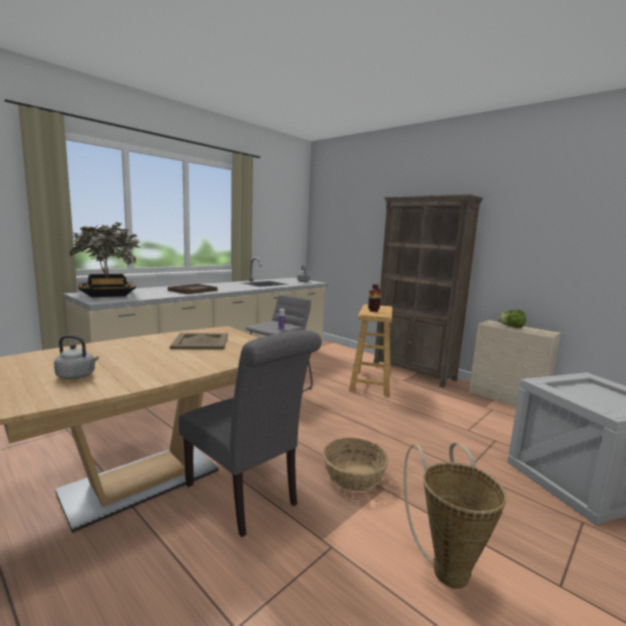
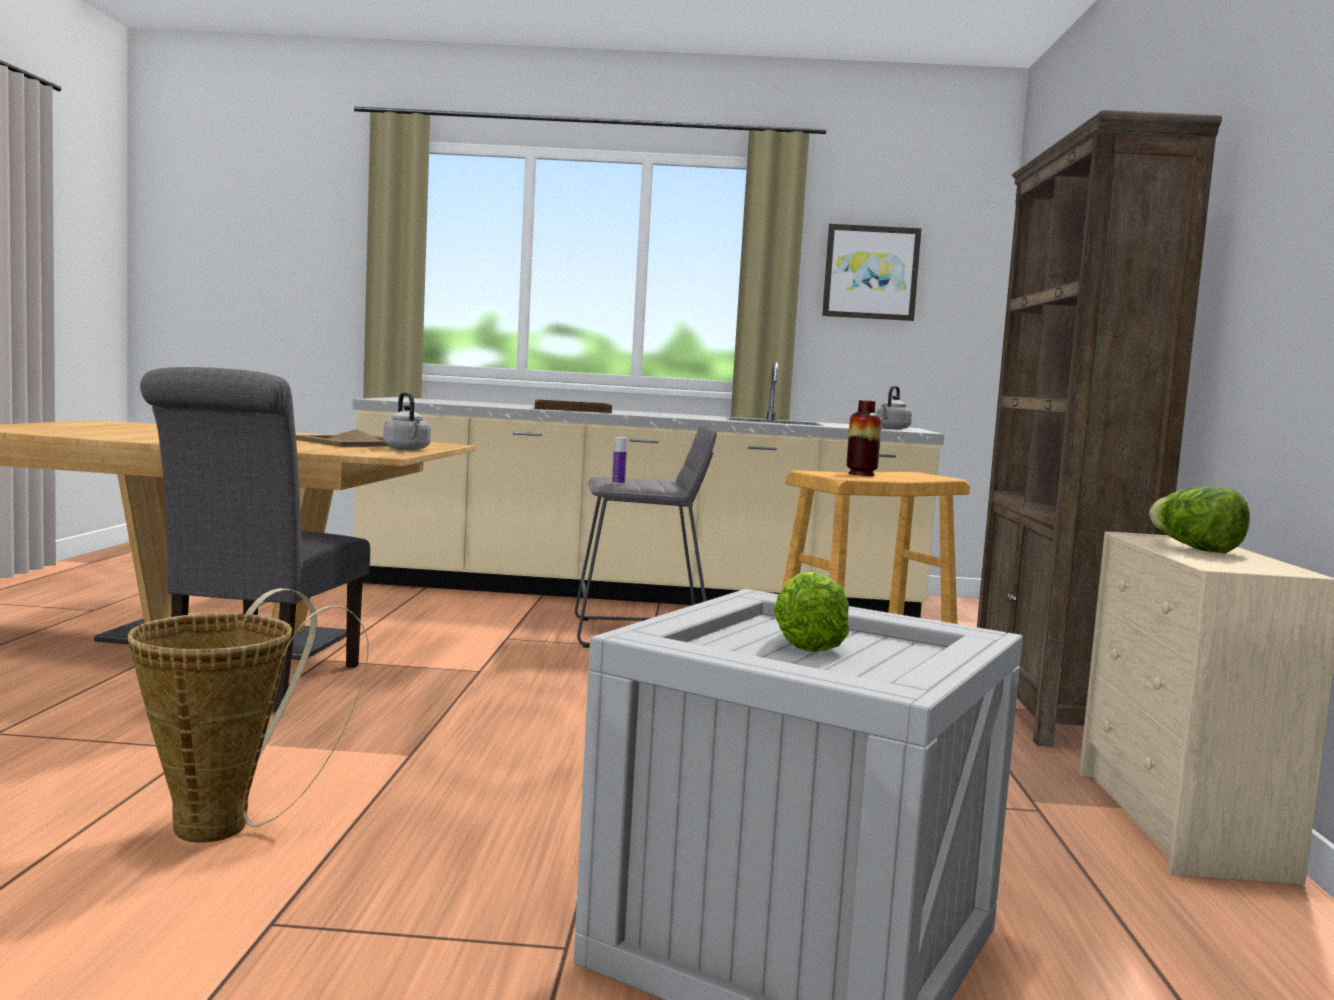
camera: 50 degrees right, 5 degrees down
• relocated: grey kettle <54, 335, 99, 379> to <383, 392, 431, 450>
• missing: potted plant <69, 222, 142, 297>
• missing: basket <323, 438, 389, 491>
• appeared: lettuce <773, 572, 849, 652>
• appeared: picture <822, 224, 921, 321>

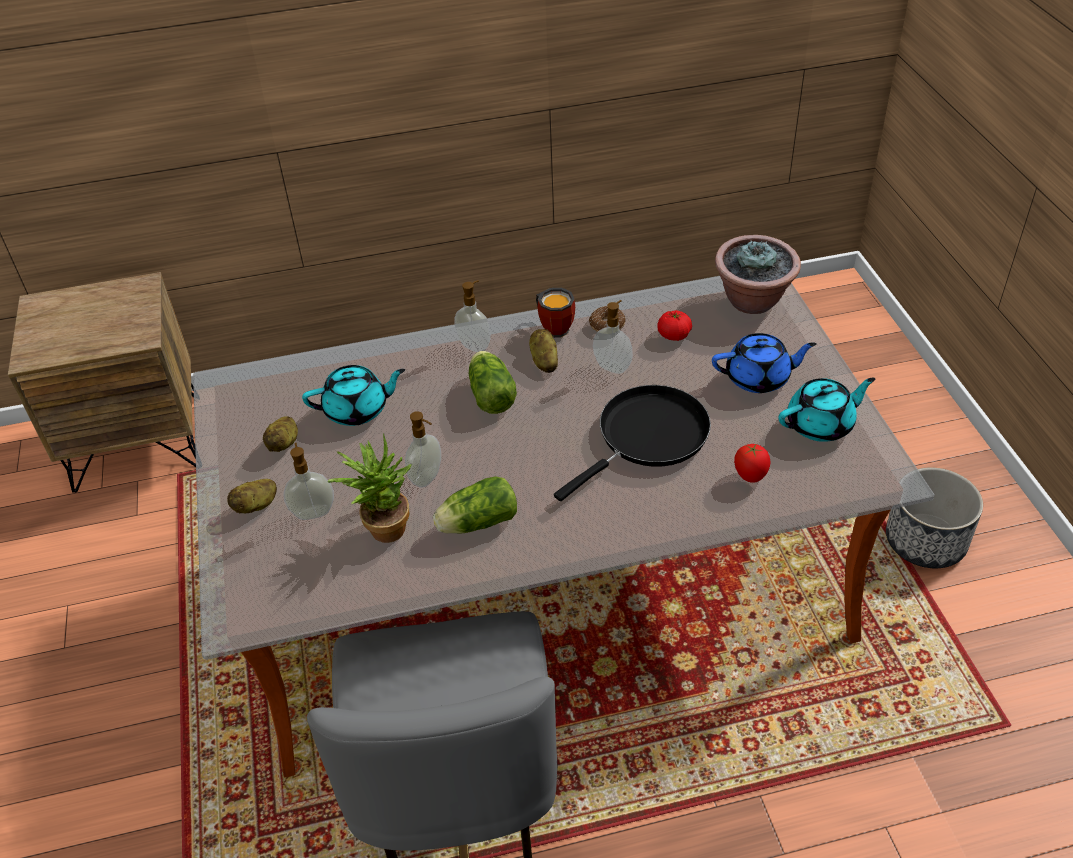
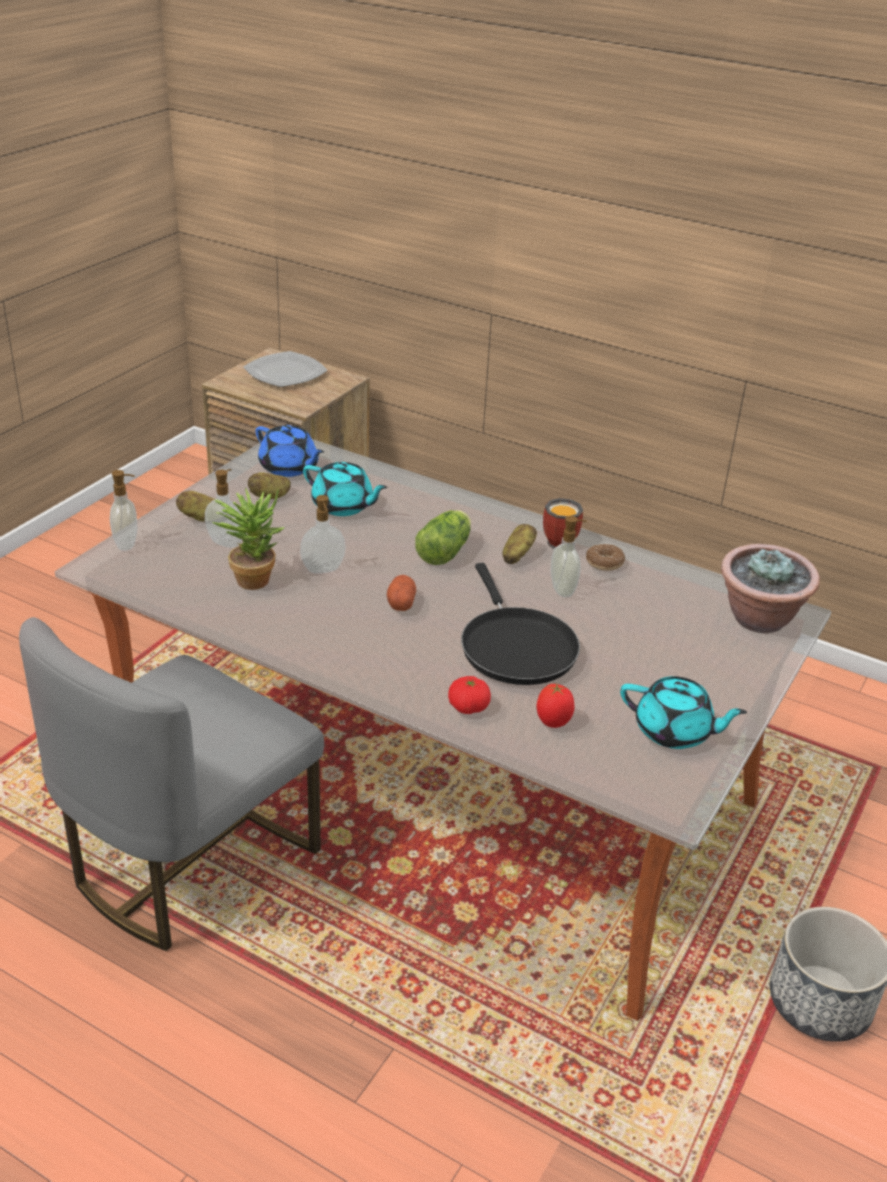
camera: 40 degrees right, 10 degrees down
• missing: lettuce <433, 477, 517, 534>
• relocated: soap dispenser <454, 280, 491, 352> to <110, 470, 137, 551>
• spun: black frying pan <554, 385, 711, 501> = <461, 563, 580, 685> 75 degrees clockwise
• relocated: tomato <657, 310, 692, 341> to <448, 676, 491, 714>
• relocated: blue teapot <712, 333, 817, 393> to <256, 425, 324, 477>
• appeared: plate <243, 351, 328, 387>
• appeared: potato <387, 575, 416, 611>

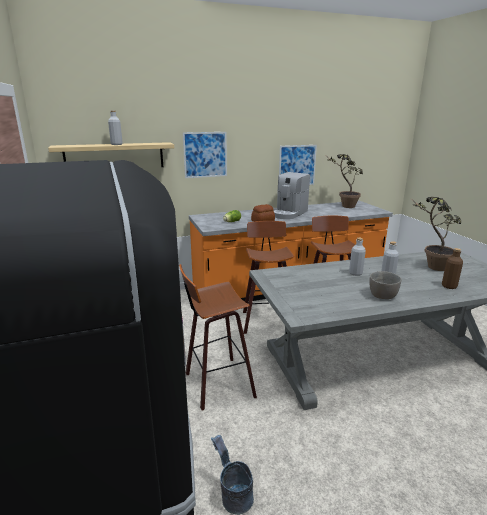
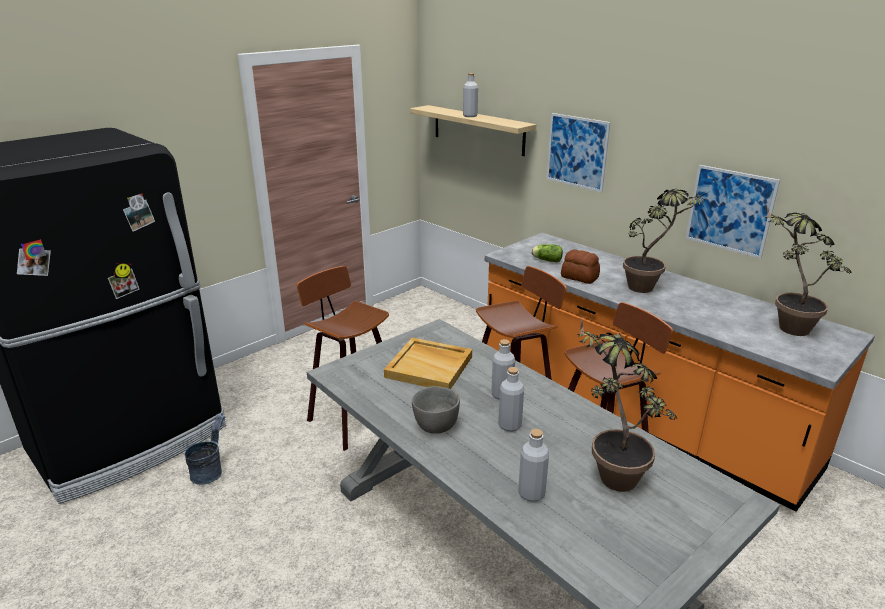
camera: 65 degrees right, 5 degrees up
• exchanged: coffee machine <273, 172, 310, 219> to potted plant <623, 189, 707, 293>
• colour: brown bottle <442, 248, 463, 289> to grey bottle <518, 429, 549, 502>
• appeared: beige tray <384, 338, 472, 389>

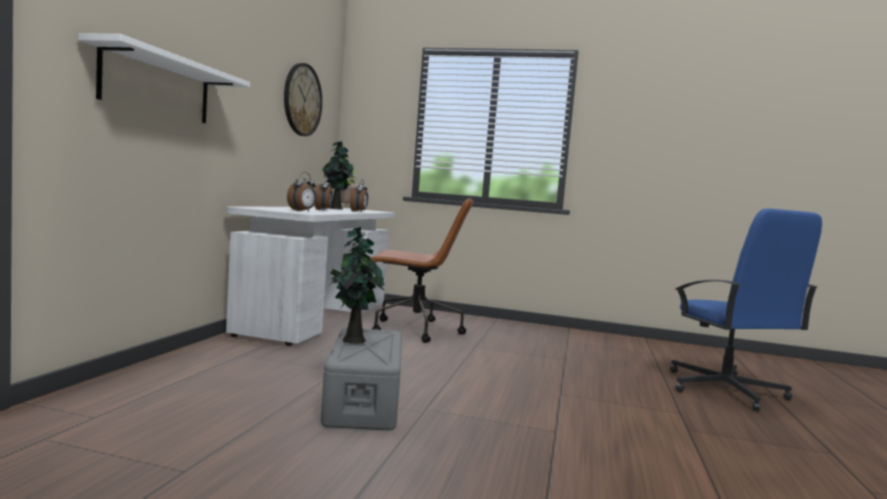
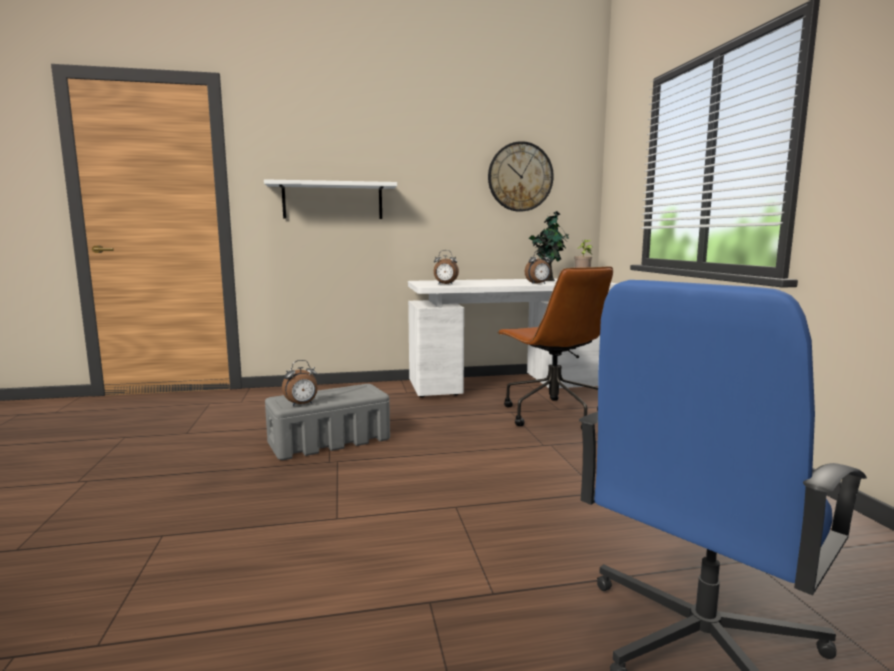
camera: 65 degrees right, 5 degrees up
• relocated: alarm clock <315, 175, 332, 210> to <282, 360, 317, 406>
• missing: potted plant <330, 227, 385, 344>

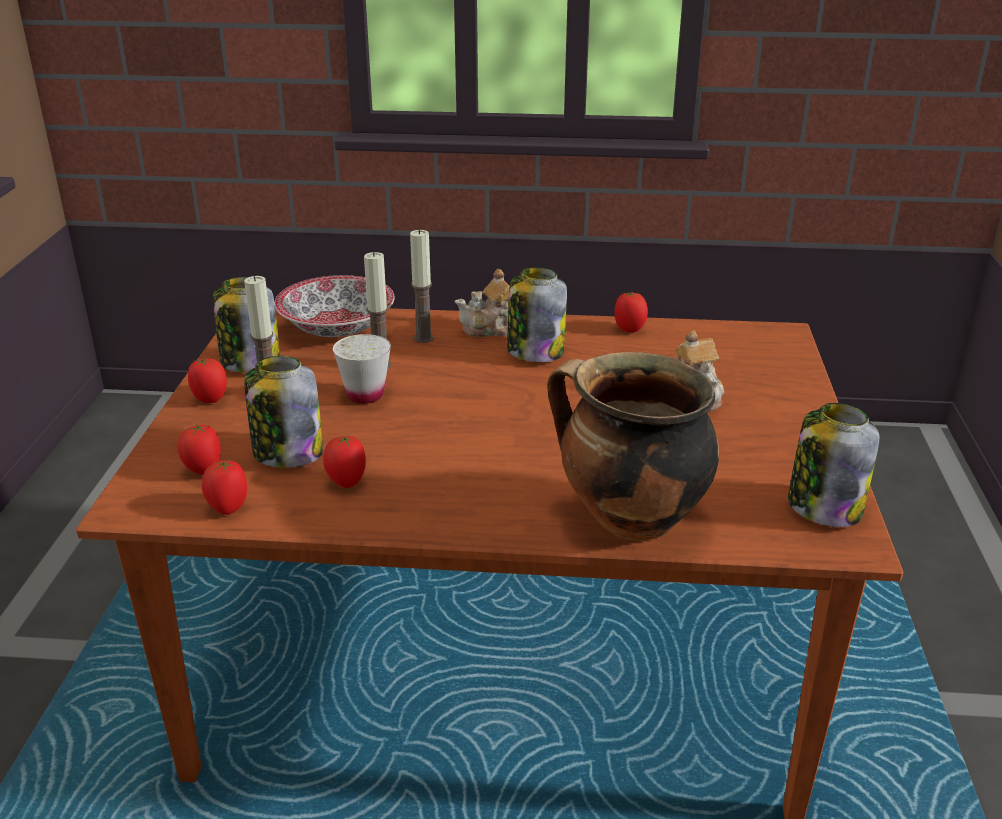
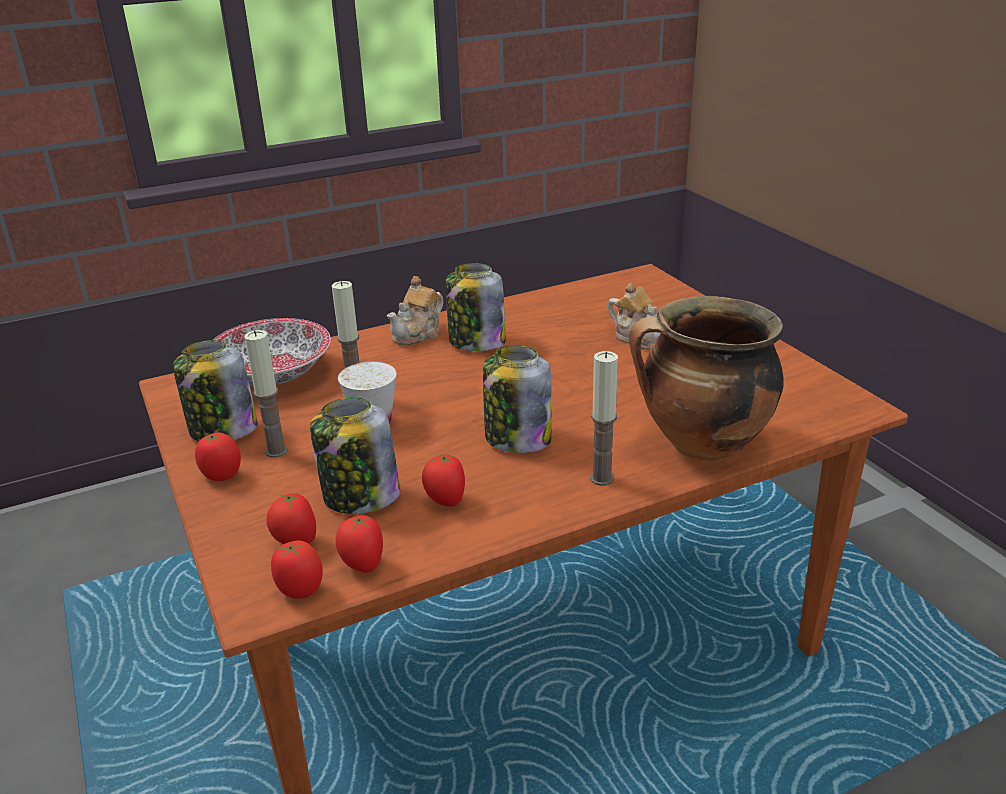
camera: 30 degrees left, 0 degrees up
• relocated: candle <410, 229, 433, 343> to <590, 351, 618, 486>
• relocated: tomato <614, 292, 648, 333> to <271, 540, 323, 599>
• relocated: jar <788, 403, 880, 527> to <483, 345, 552, 453>

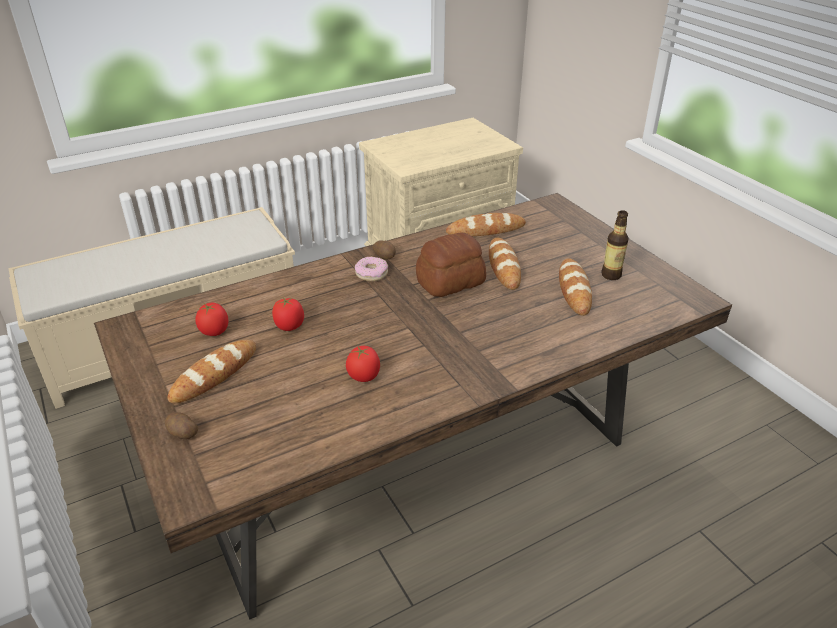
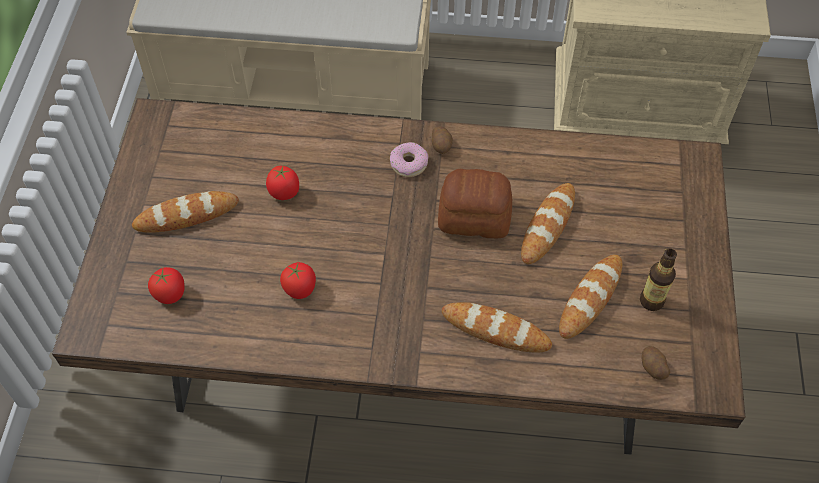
camera: 35 degrees right, 20 degrees up
• relocated: potato <165, 412, 198, 439> to <642, 346, 670, 380>
• relocated: tomato <195, 303, 228, 336> to <148, 267, 185, 304>
• relocated: bread <446, 213, 526, 236> to <442, 302, 552, 353>

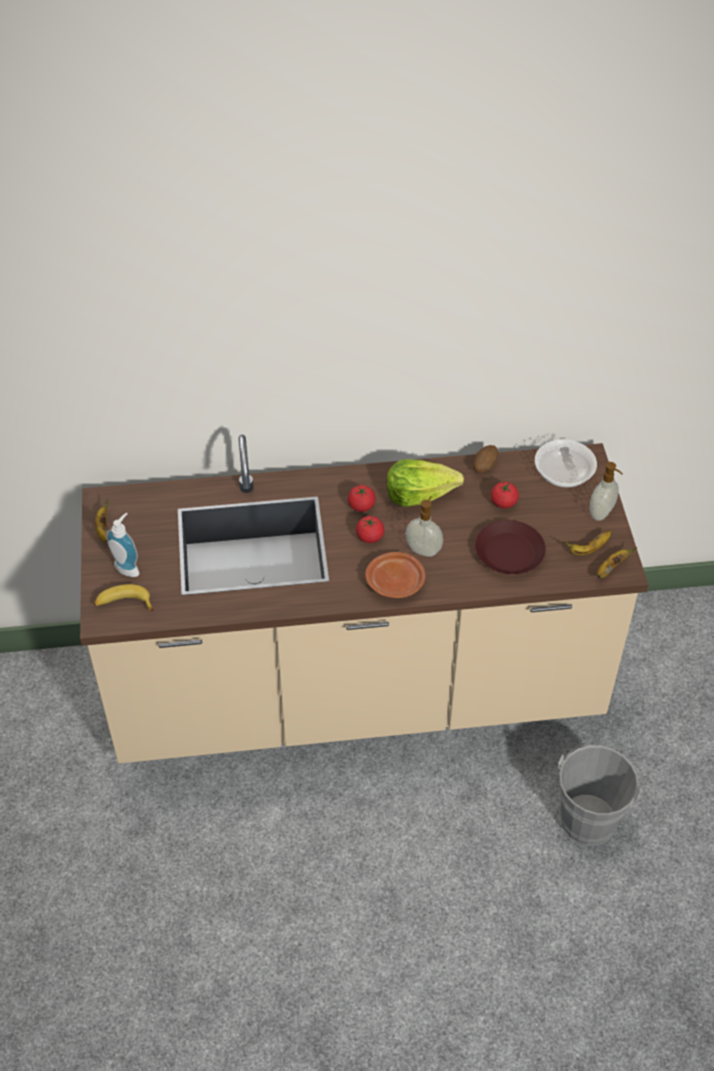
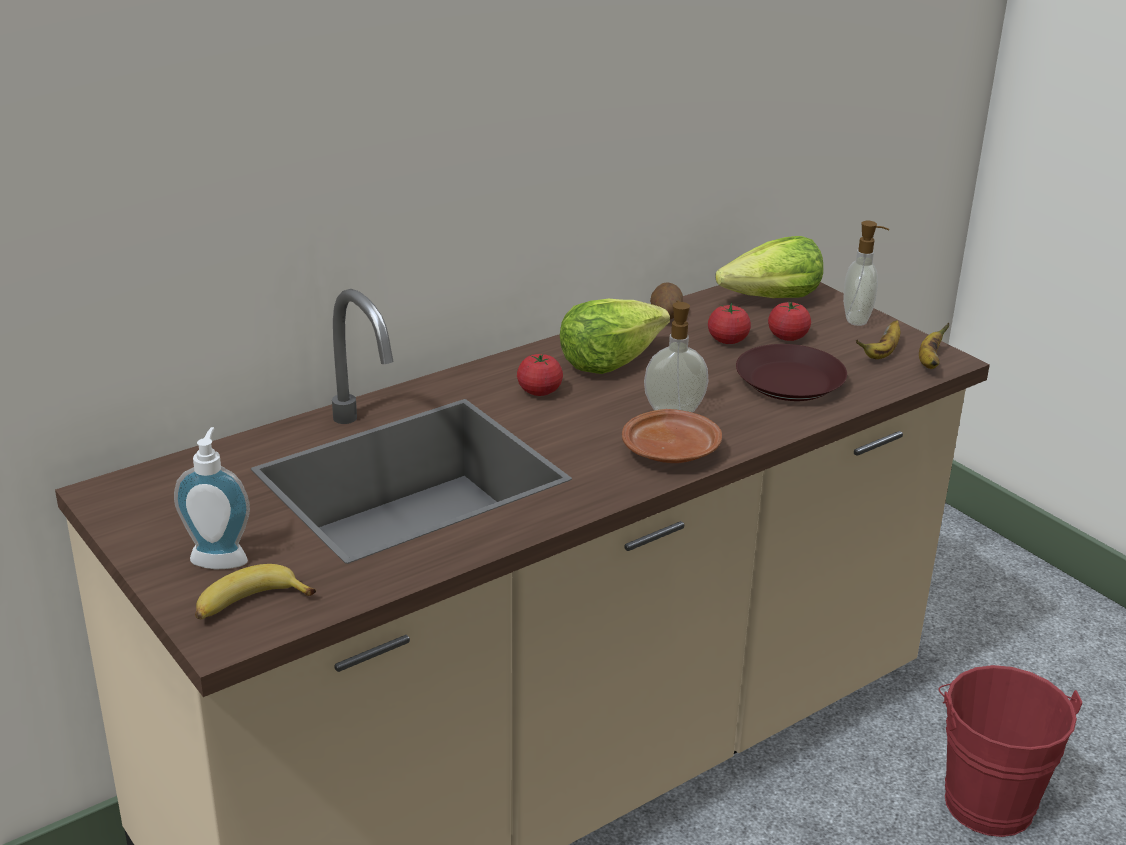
camera: 30 degrees left, 20 degrees down
• missing: banana <95, 499, 109, 542>
• relocated: tomato <356, 516, 384, 543> to <768, 301, 811, 341>
• exchanged: bowl <535, 439, 597, 488> to lettuce <715, 236, 823, 298>
• colour: grey bucket <558, 745, 643, 845> to red bucket <939, 665, 1082, 837>

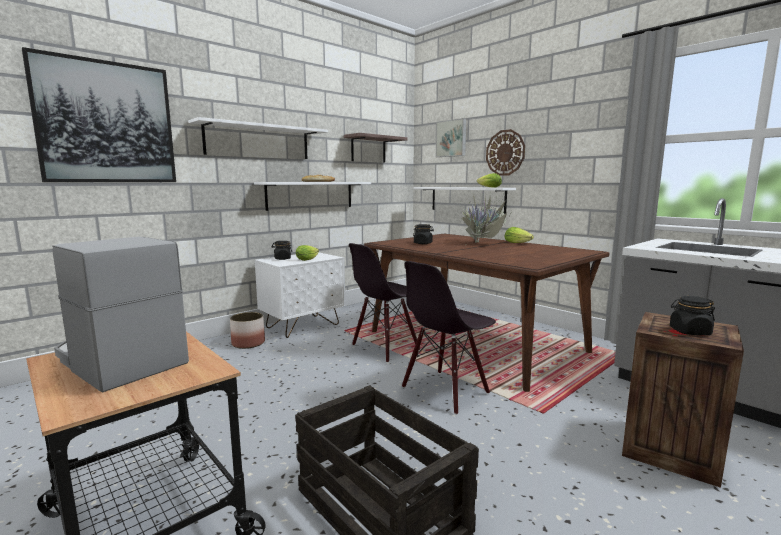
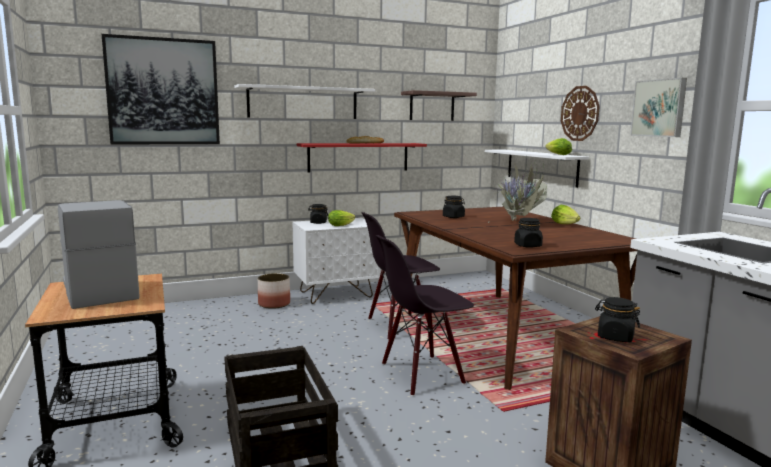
camera: 20 degrees right, 0 degrees up
• colour: white shelf <254, 182, 371, 211> to red shelf <297, 143, 427, 173>
• relocated: picture <436, 118, 466, 157> to <630, 78, 687, 137>
• appeared: black jar <514, 218, 543, 248>

